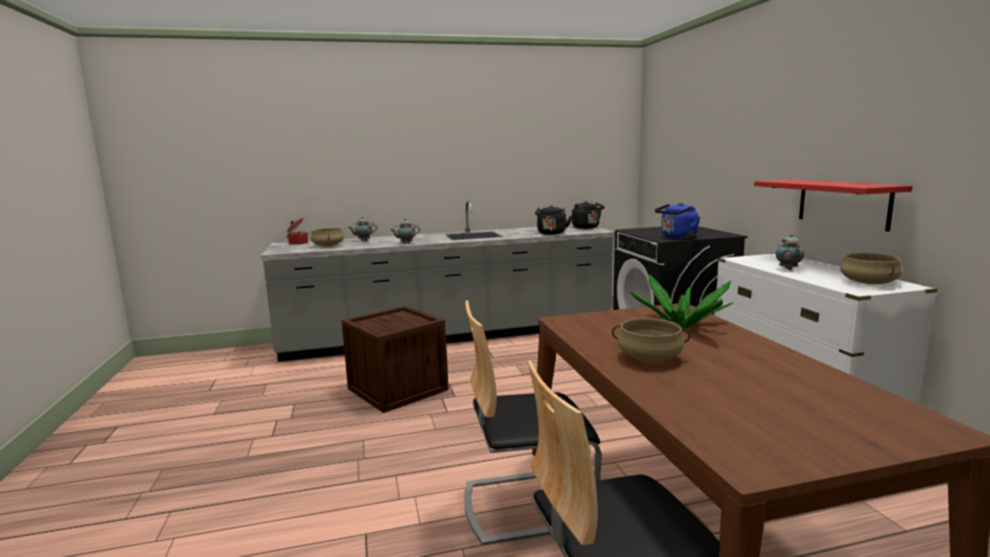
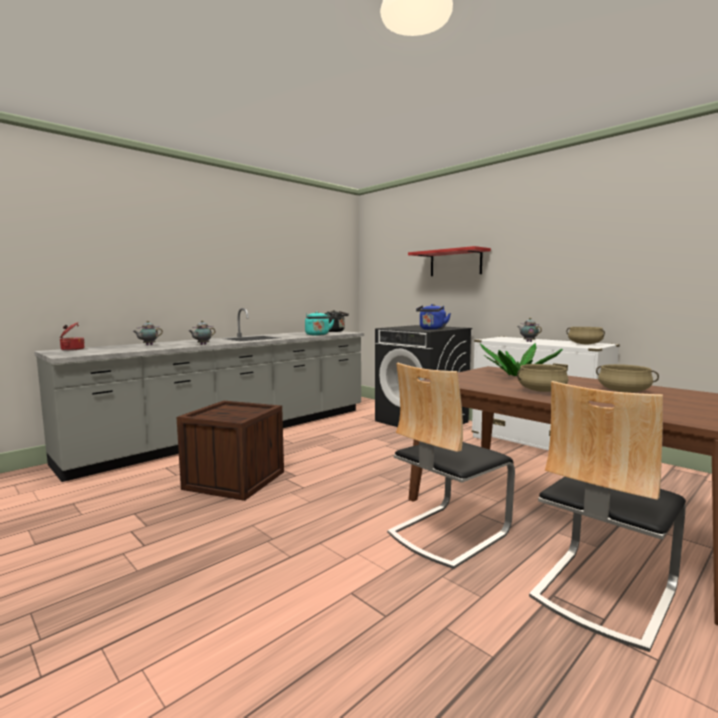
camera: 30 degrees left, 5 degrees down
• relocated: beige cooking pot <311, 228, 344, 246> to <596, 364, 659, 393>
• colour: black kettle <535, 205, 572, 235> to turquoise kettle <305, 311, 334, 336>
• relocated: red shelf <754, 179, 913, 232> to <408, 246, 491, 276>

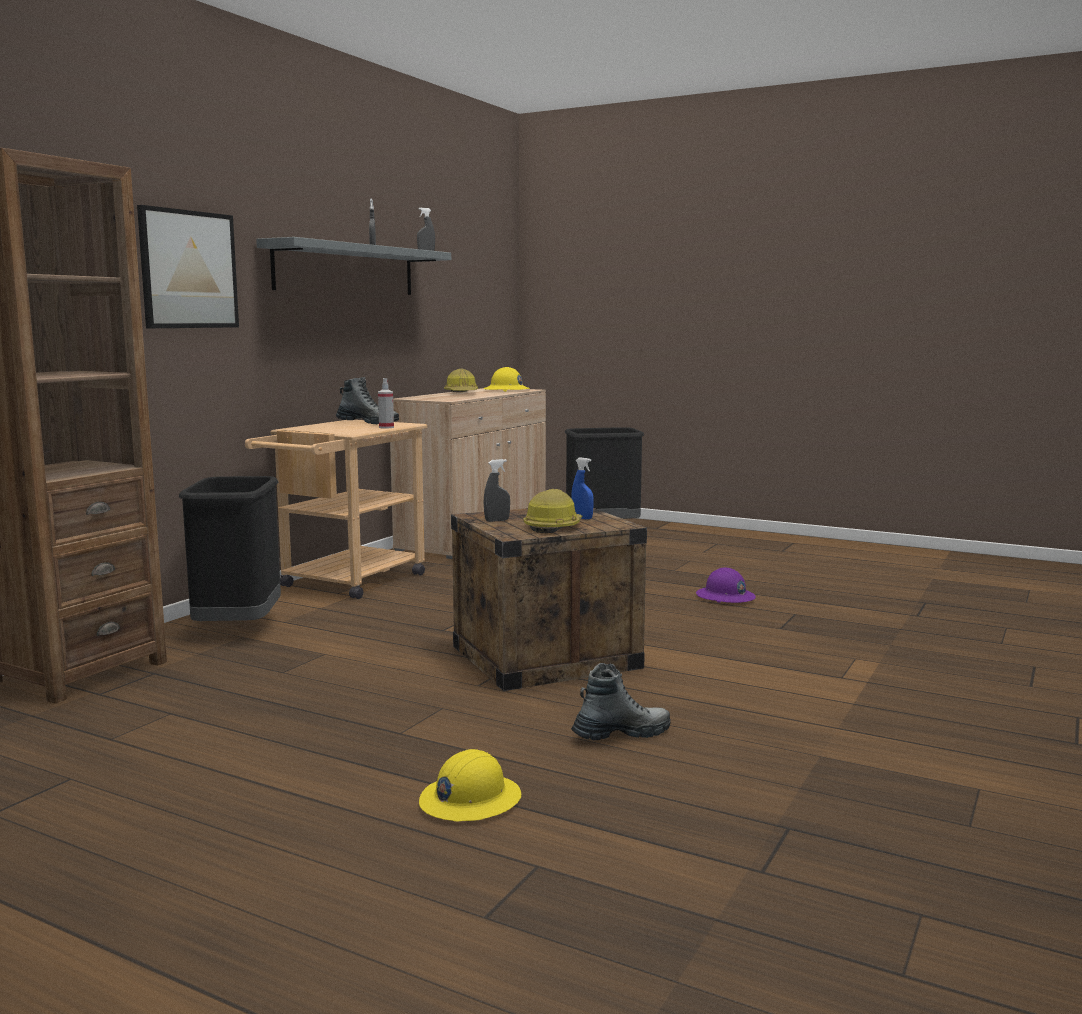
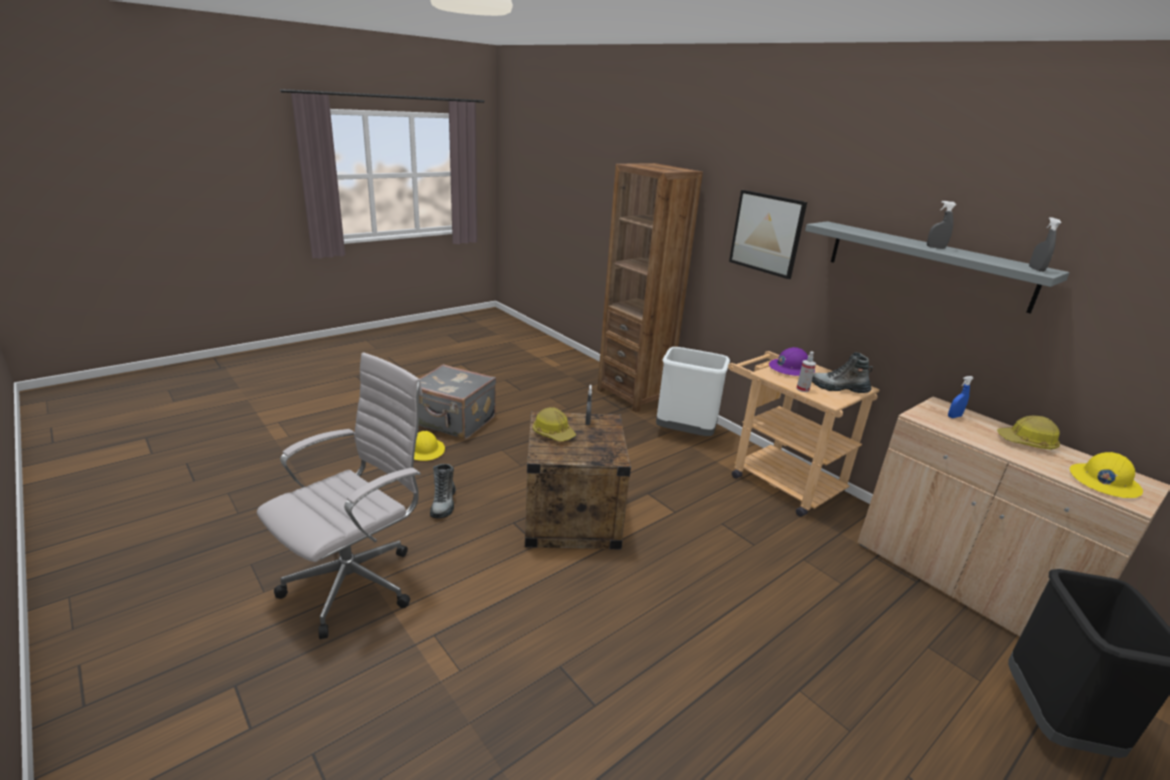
camera: 110 degrees right, 15 degrees up
• colour: black trash can <179, 476, 281, 621> to white trash can <656, 347, 730, 436>
• spun: boot <336, 377, 399, 424> = <812, 352, 873, 393> 75 degrees clockwise
• relocated: blue spray bottle <571, 458, 594, 519> to <948, 376, 974, 418>
• relocated: purple hard hat <696, 568, 756, 603> to <769, 347, 815, 376>
• appeared: white office chair <257, 352, 423, 639>
• appeared: grey suitcase <418, 364, 496, 439>

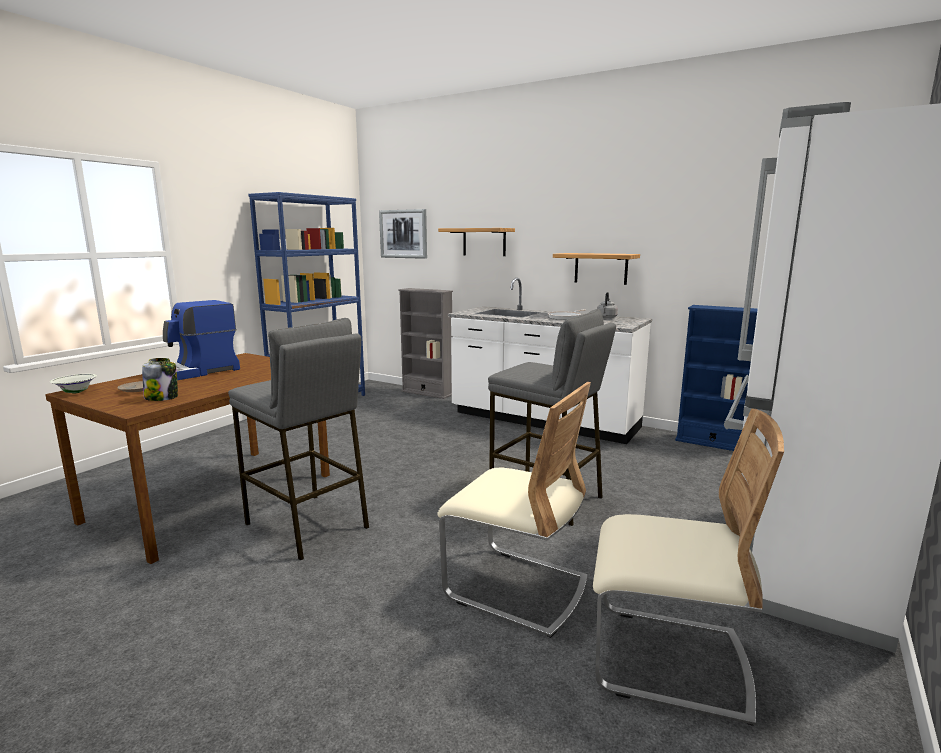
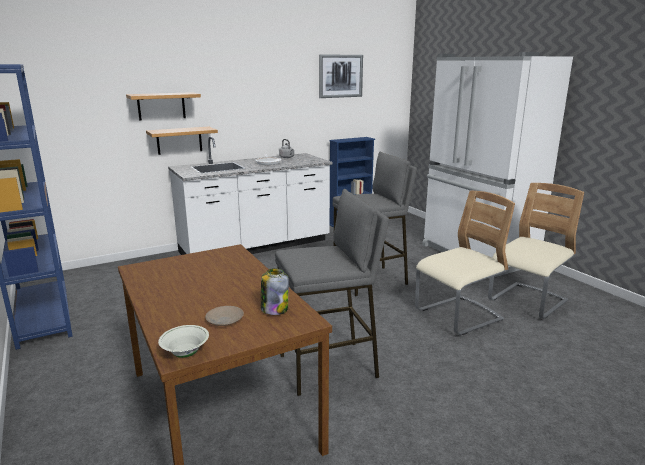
camera: 60 degrees left, 5 degrees up
• missing: coffee machine <163, 300, 240, 380>
• relocated: picture <379, 209, 427, 259> to <319, 54, 363, 98>
• missing: grey bookcase <398, 288, 453, 399>
• relocated: shelf <553, 253, 640, 285> to <146, 127, 218, 155>

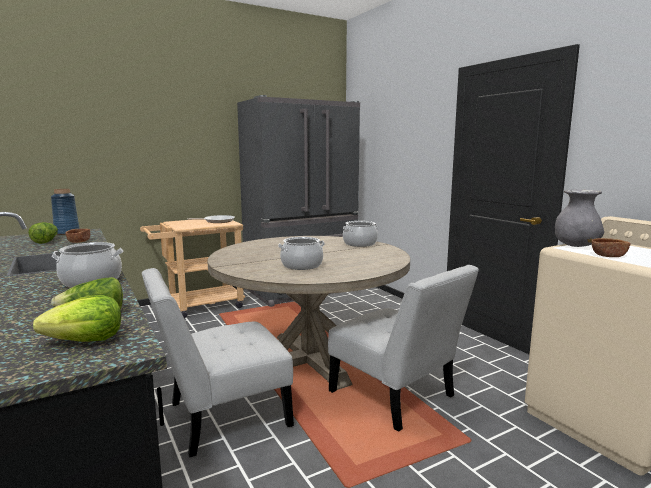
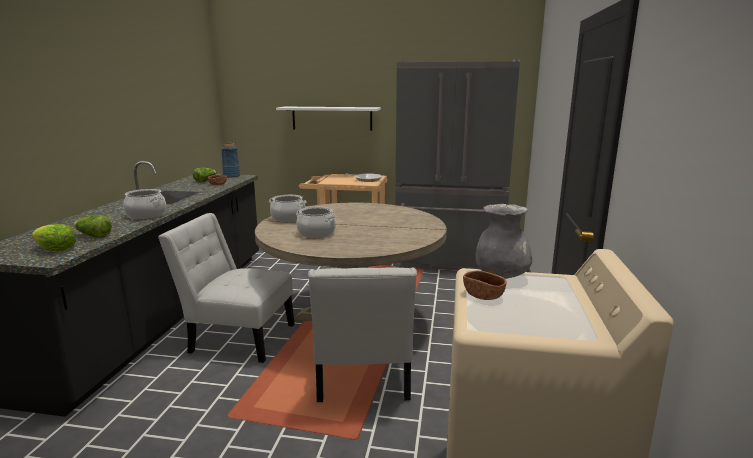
camera: 40 degrees right, 5 degrees up
• relocated: cooking pot <343, 221, 378, 247> to <269, 195, 307, 222>
• appeared: white shelf <276, 107, 381, 131>

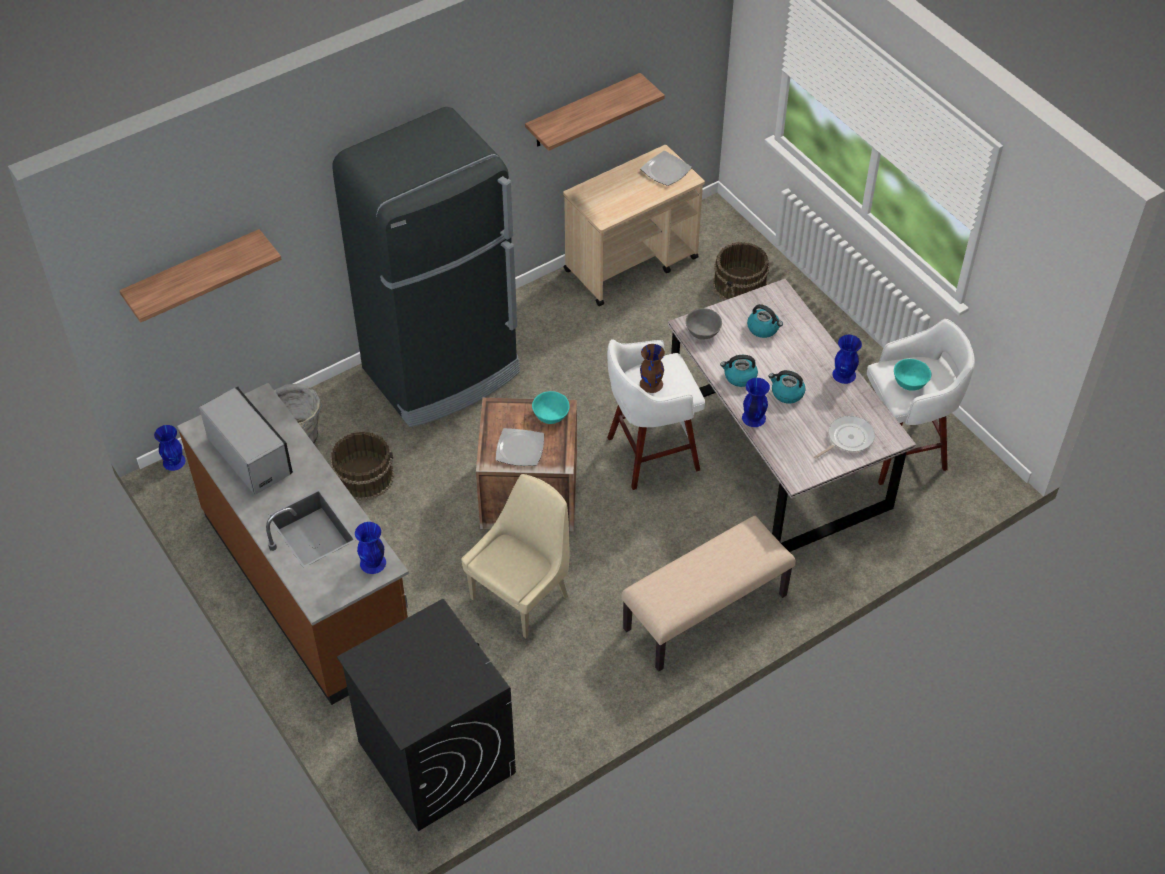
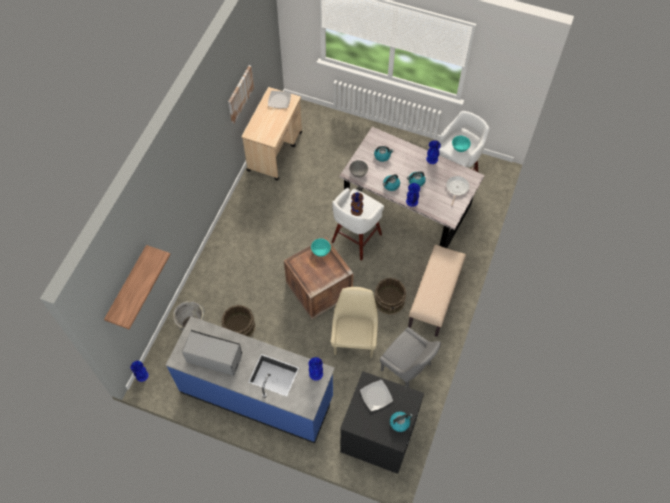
camera: 35 degrees left, 10 degrees up
• colour: brown counter <177, 383, 409, 705> to blue counter <166, 316, 335, 444>
• missing: black fridge <332, 107, 520, 427>
• relocated: plate <496, 428, 544, 466> to <360, 380, 393, 411>
• exchanged: shelf <525, 73, 665, 151> to picture <228, 65, 254, 124>
• relocated: brown bucket <713, 242, 769, 301> to <374, 278, 406, 315>
• appeared: grey chair <380, 327, 441, 387>
• appeared: kettle <390, 412, 413, 432>

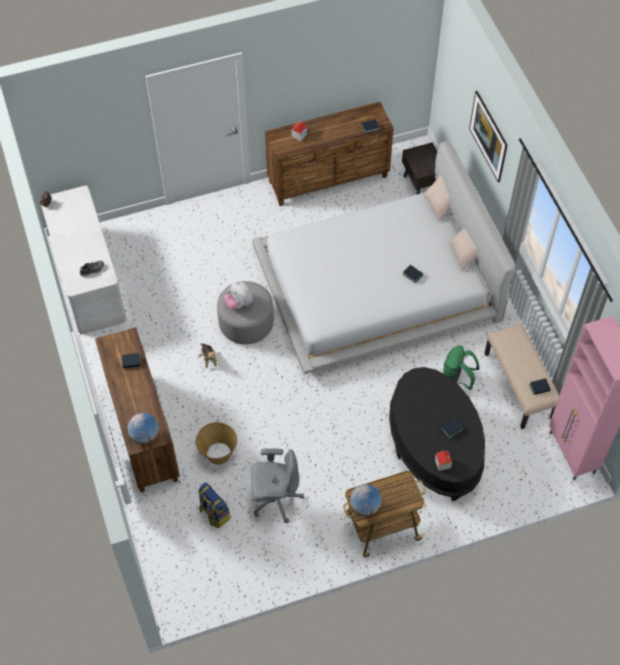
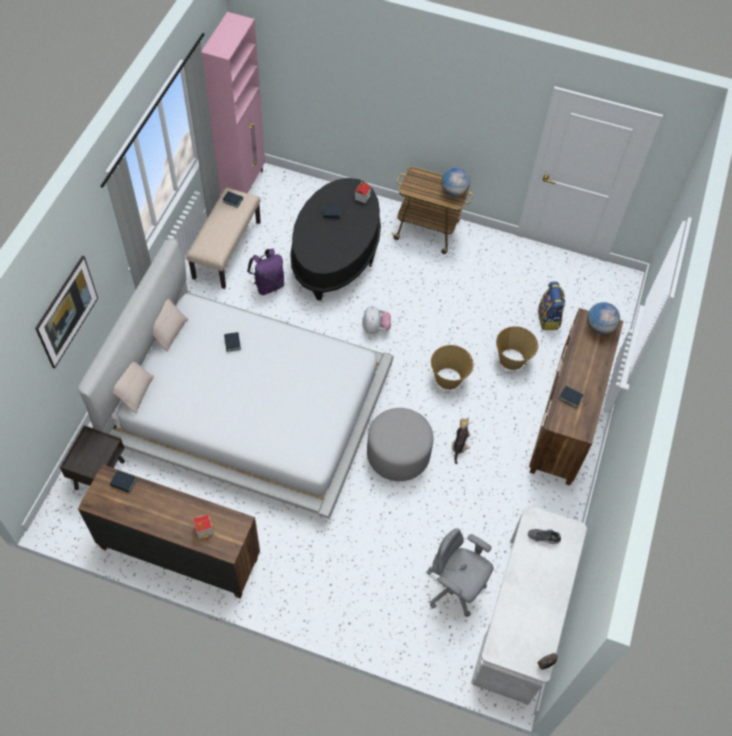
camera: 145 degrees left, 0 degrees up
• relocated: plush toy <223, 281, 253, 310> to <362, 306, 391, 334>
• relocated: grey office chair <251, 448, 304, 523> to <426, 528, 494, 617>
• colour: green backpack <443, 345, 479, 390> to purple backpack <247, 249, 284, 295>
• appeared: basket <431, 345, 474, 390>

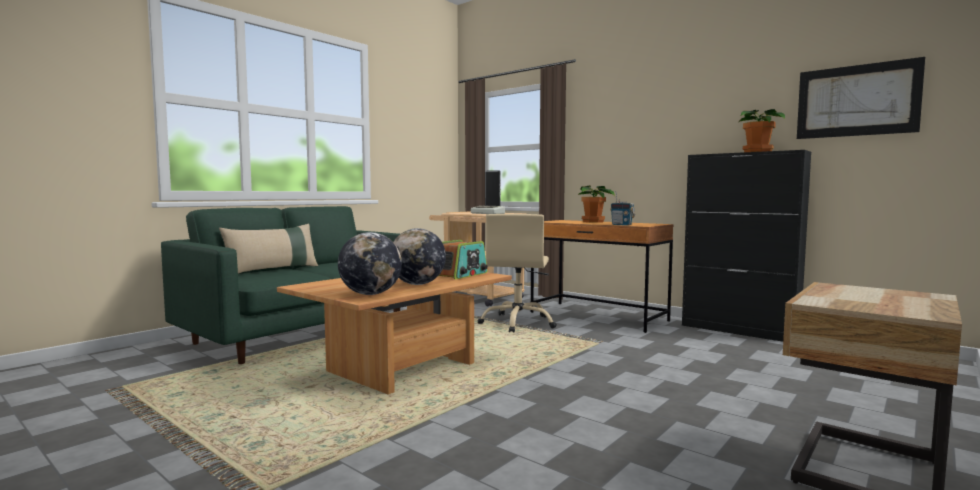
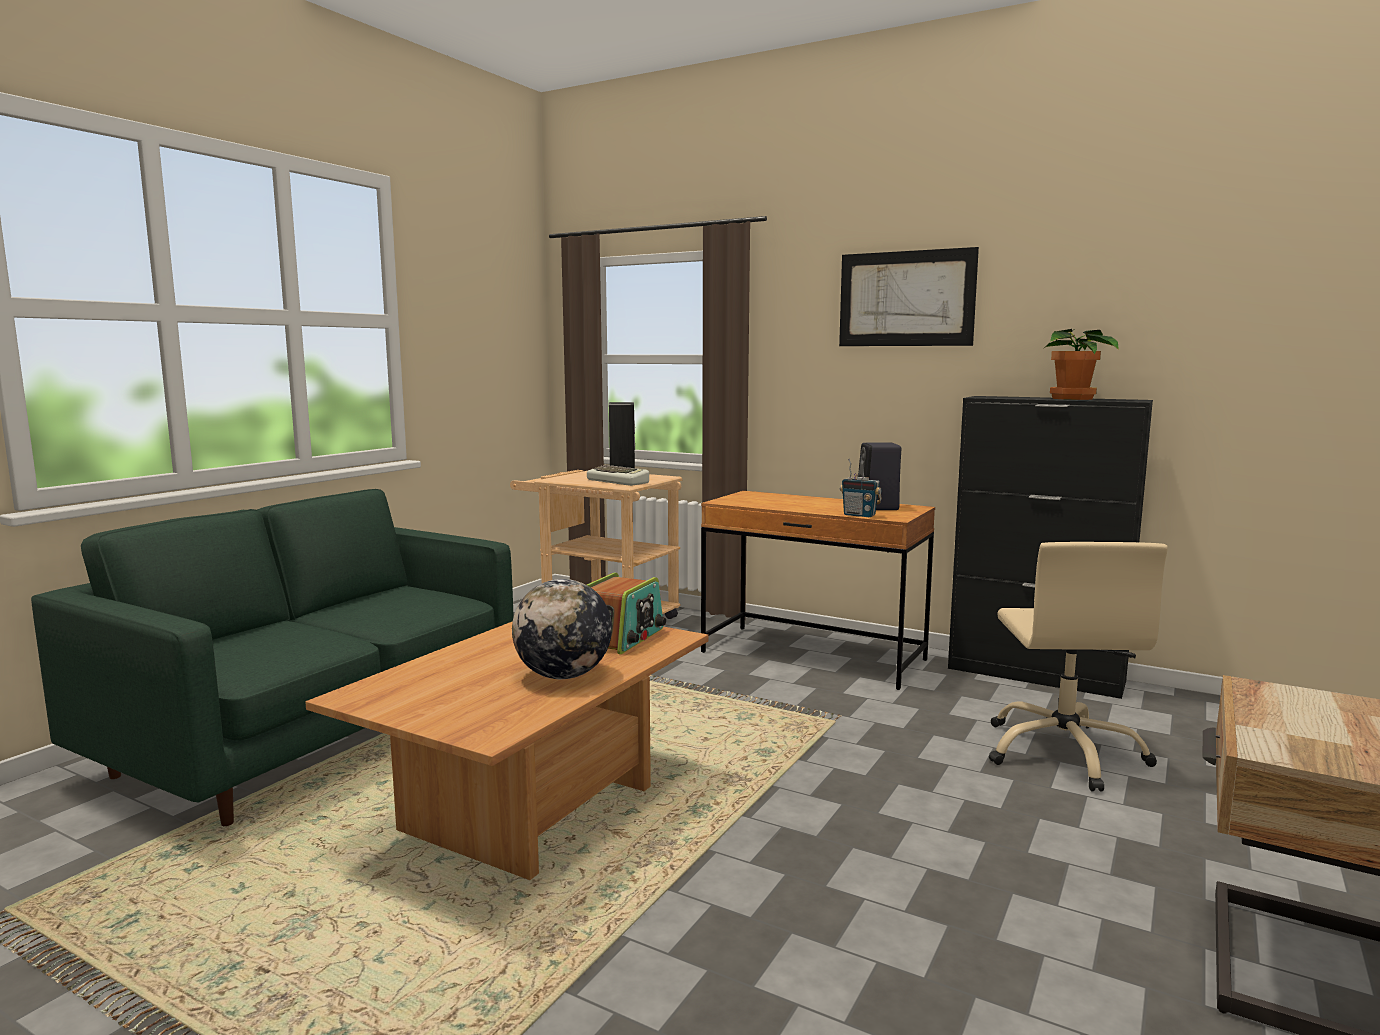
camera: 10 degrees left, 5 degrees up
• missing: beige pillow <219, 224, 318, 274>
• missing: globe <338, 232, 402, 295>
• relocated: beige office chair <478, 214, 557, 332> to <989, 542, 1168, 792>
• missing: potted plant <578, 185, 615, 223>
• relocated: picture <797, 57, 925, 139> to <839, 247, 979, 346>
• appeared: black speaker <857, 443, 901, 510>

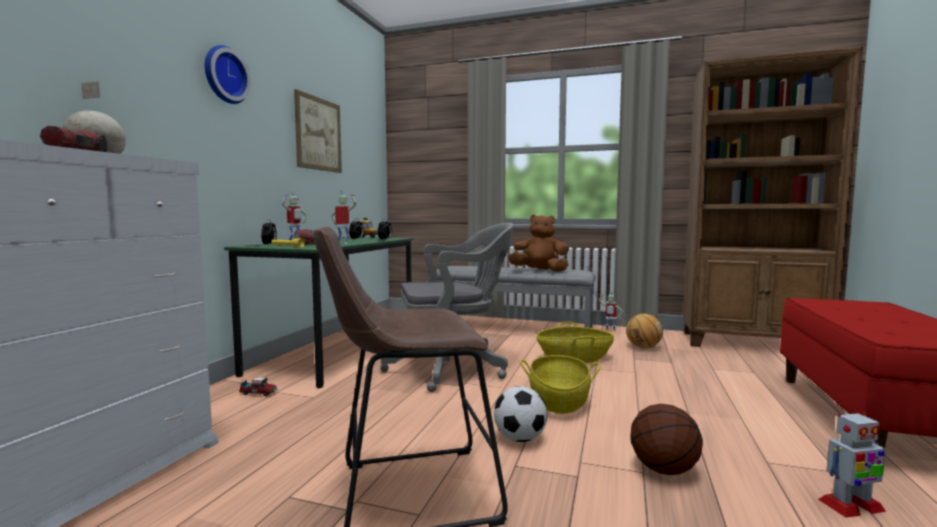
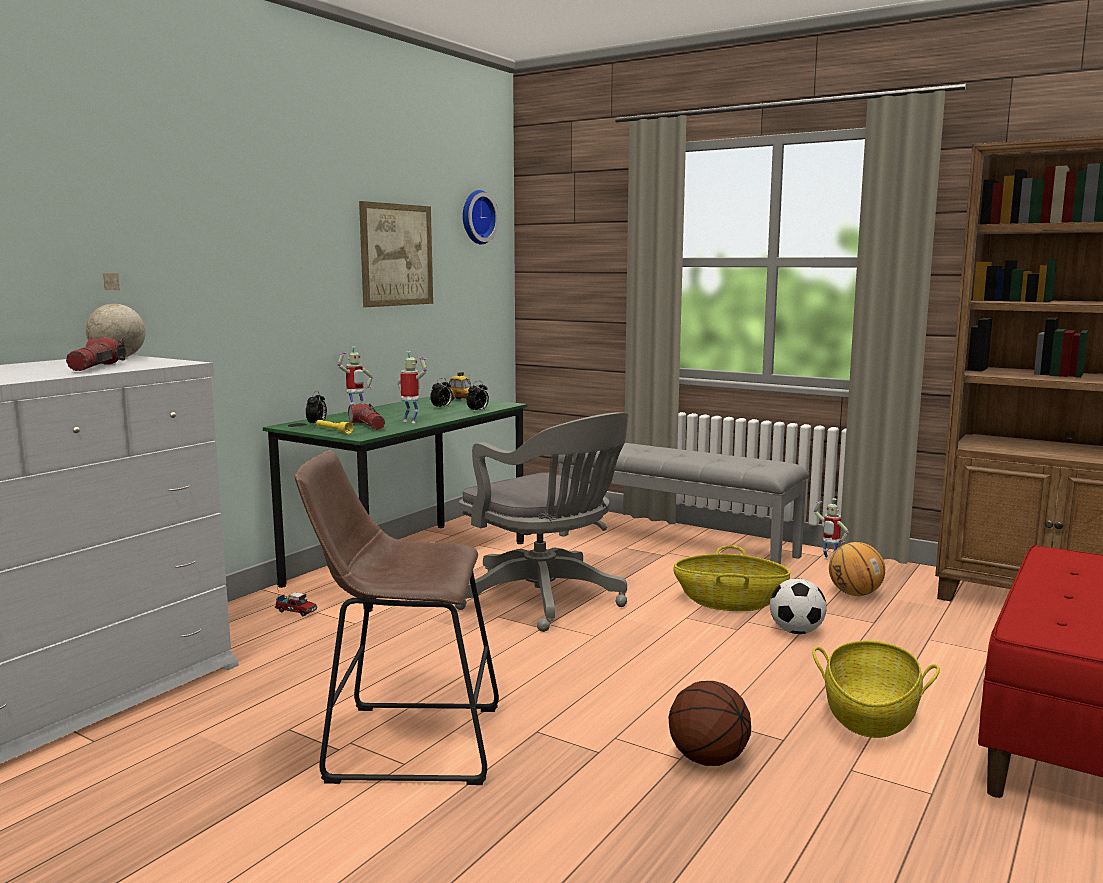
camera: 15 degrees right, 5 degrees up
• relocated: wall clock <205, 45, 251, 104> to <463, 190, 499, 245>
• spun: grey office chair <380, 223, 513, 392> = <454, 412, 629, 632> 45 degrees clockwise
• relocated: football <494, 386, 547, 442> to <770, 578, 827, 634>
• missing: brown plush toy <508, 214, 569, 272>
• relocated: basket <520, 355, 601, 414> to <812, 641, 940, 738>
• missing: toy robot <818, 412, 886, 518>

